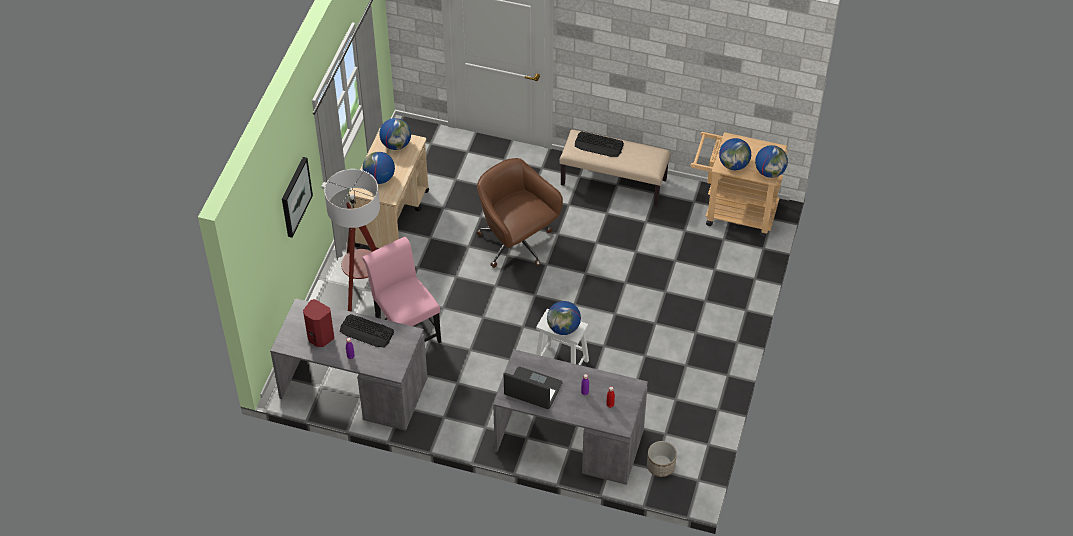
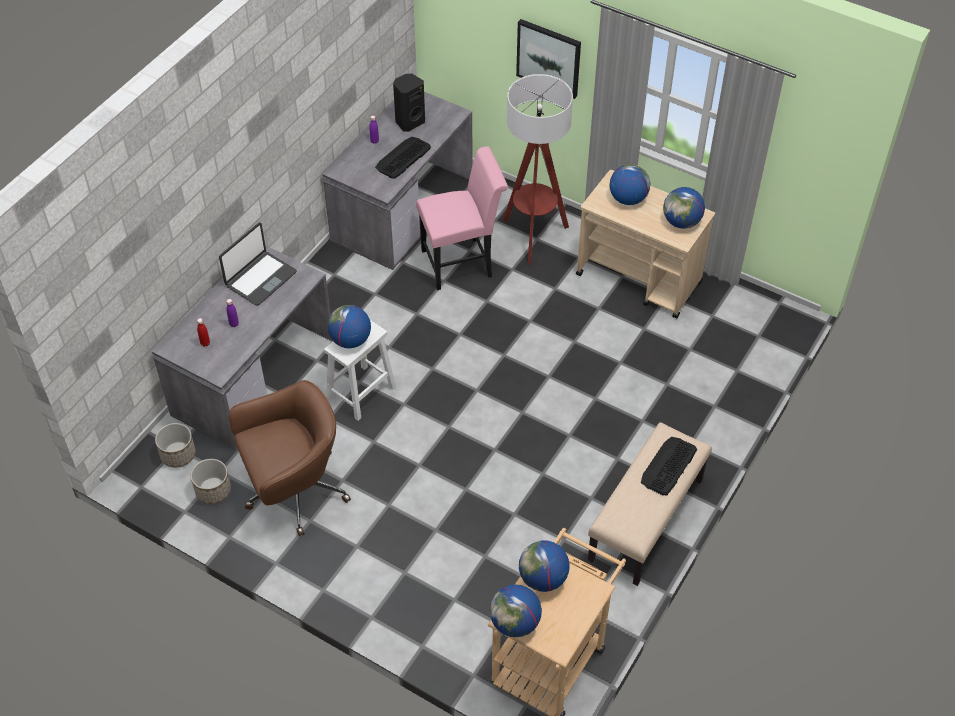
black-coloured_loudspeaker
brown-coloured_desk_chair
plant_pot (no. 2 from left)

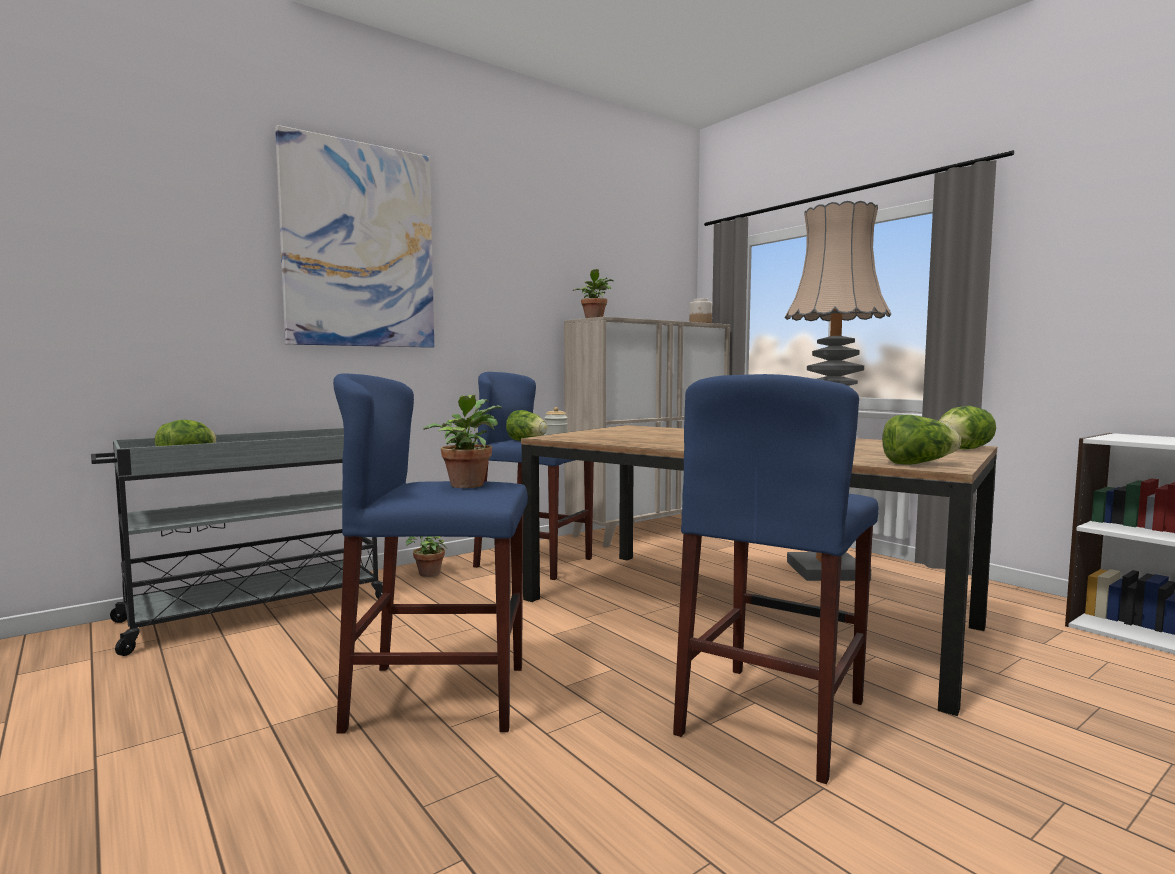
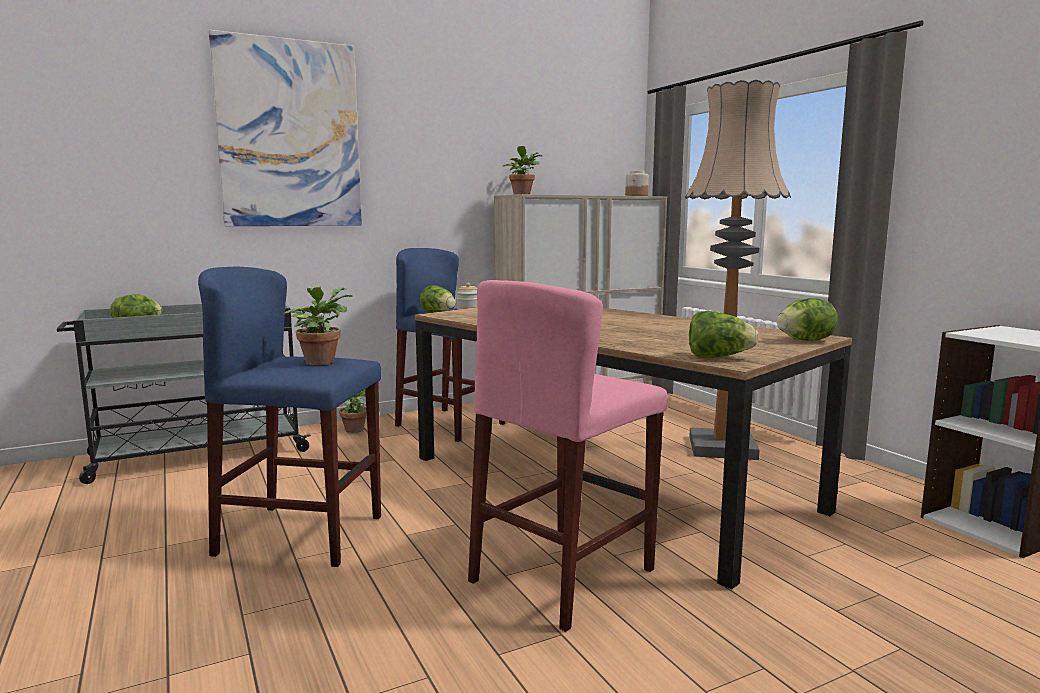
pinkish_stool

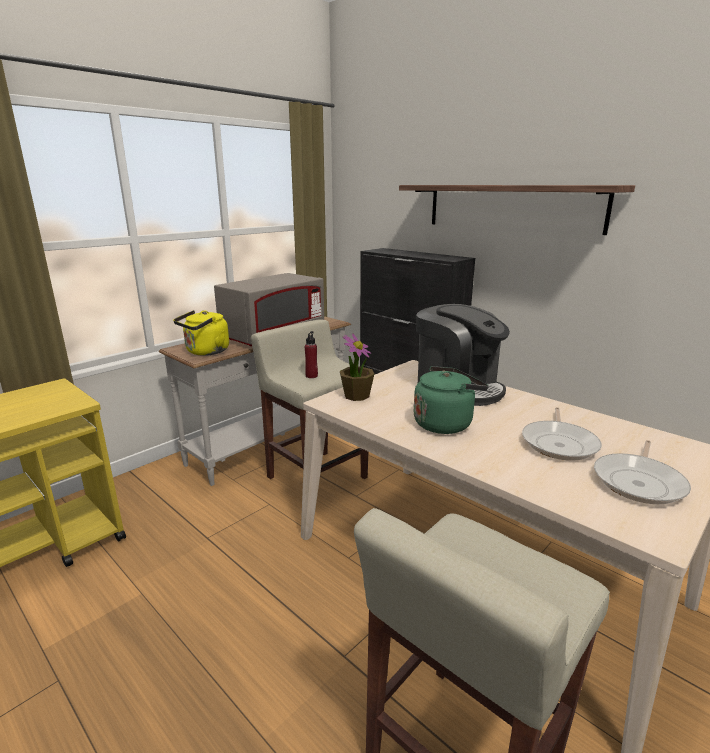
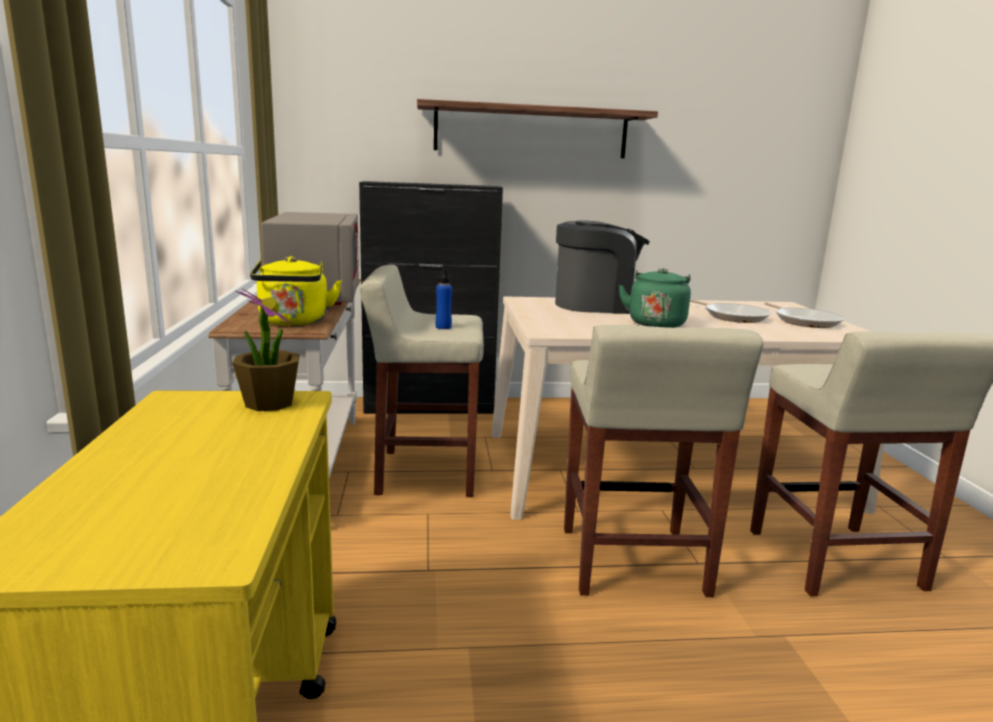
blue_beverage_bottle
plant_in_a_pot
beige-coloured_stool (no. 2 from left)

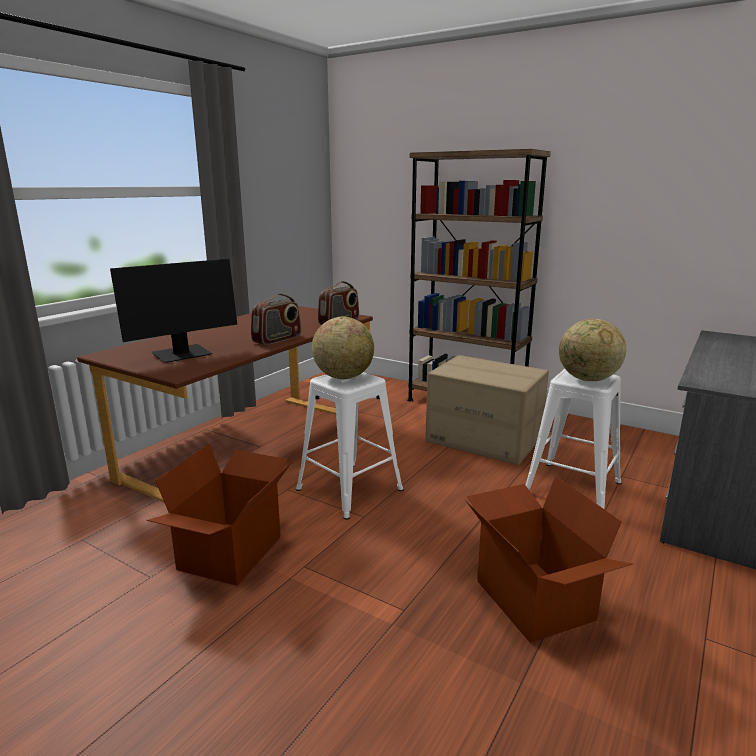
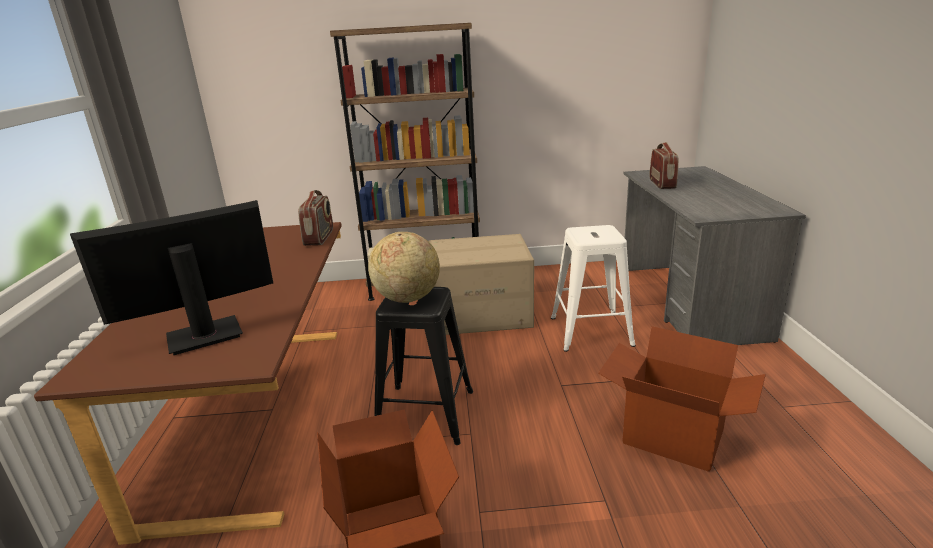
computer_display
radio_set (no. 2 from left)
black-coloured_stool
world_globe (no. 2 from left in the first image)

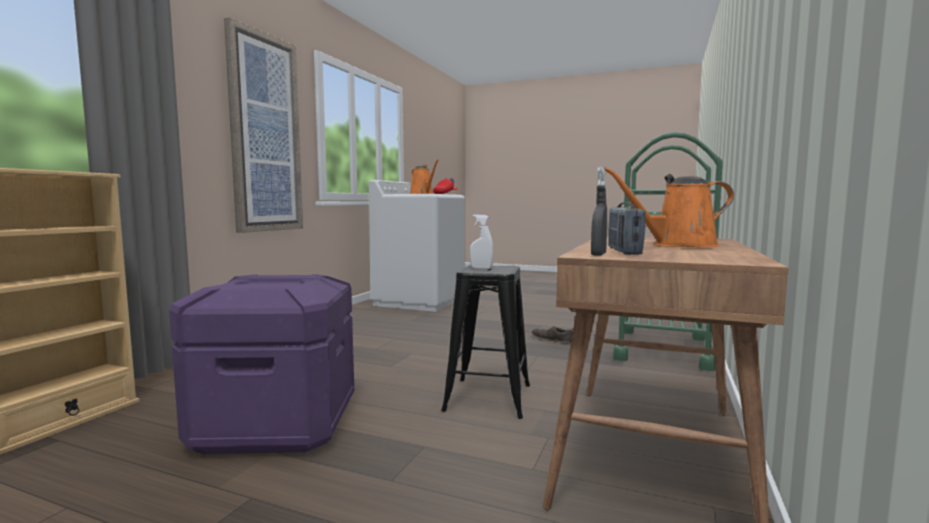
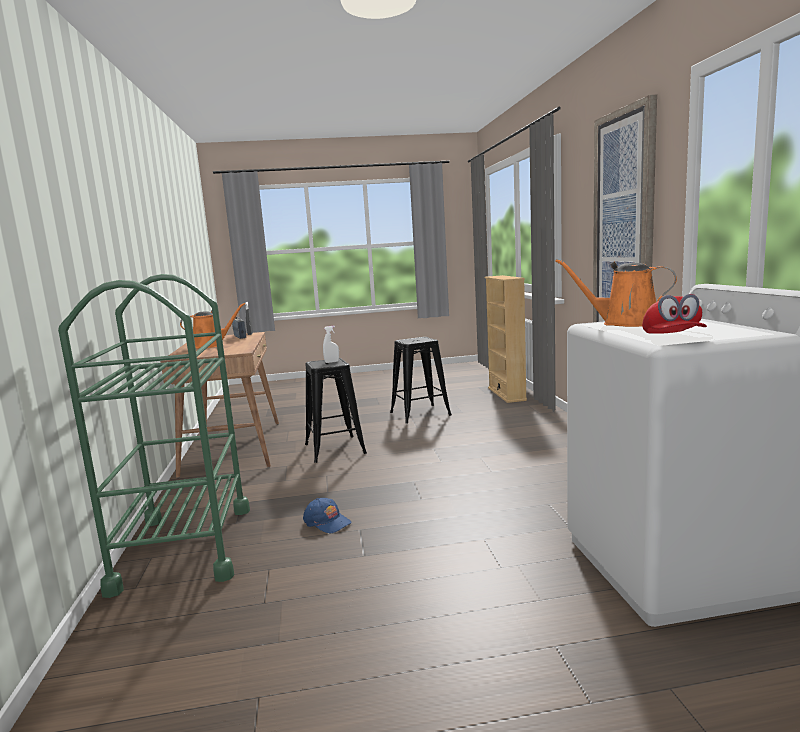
black-coloured_stool (no. 2 from left)
blue_cap

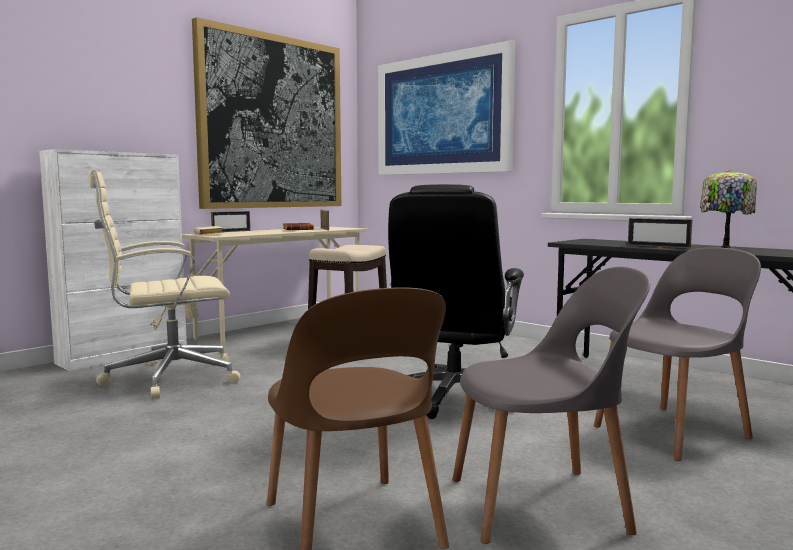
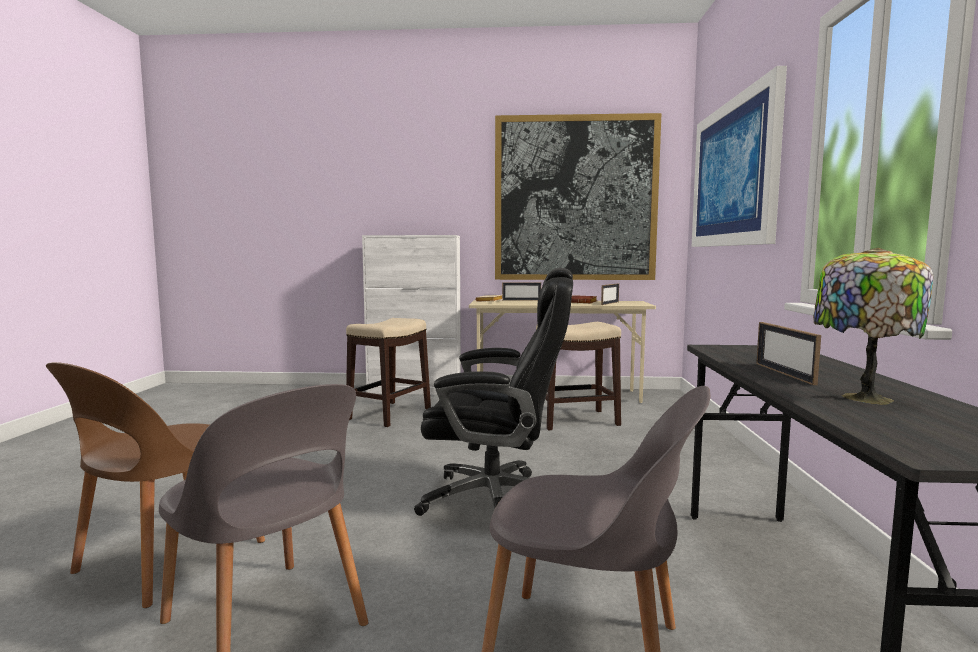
stool (no. 1 from left)
black-coloured_desk_chair

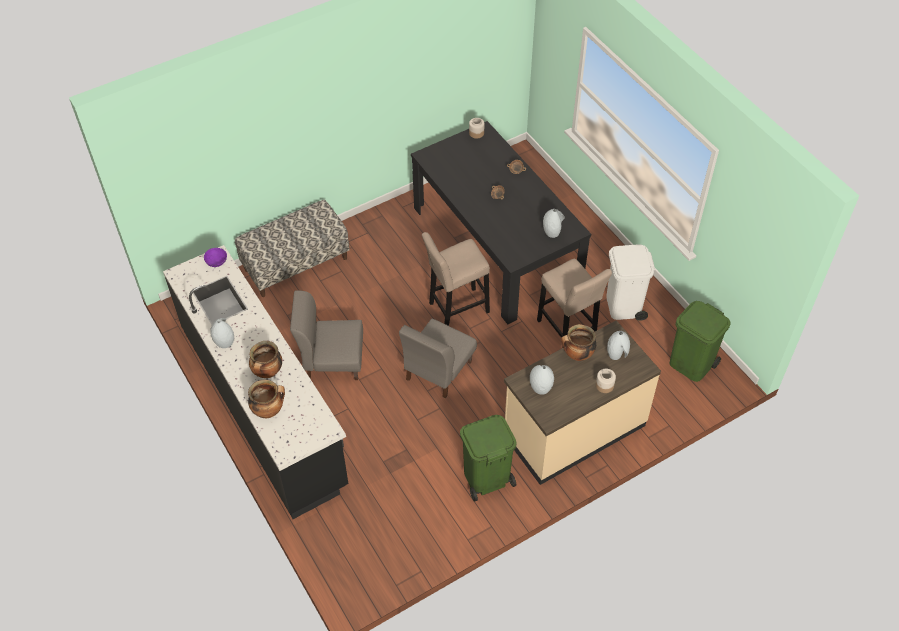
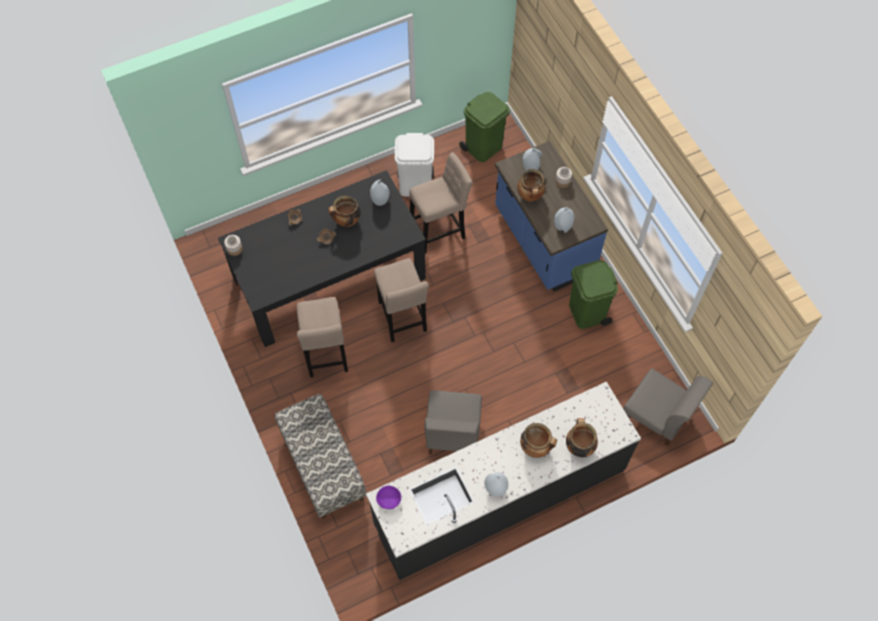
grey_chair (no. 2 from left)
blue_kitchen_counter
beige-coloured_stool (no. 1 from left)
stockpot (no. 1 from left)

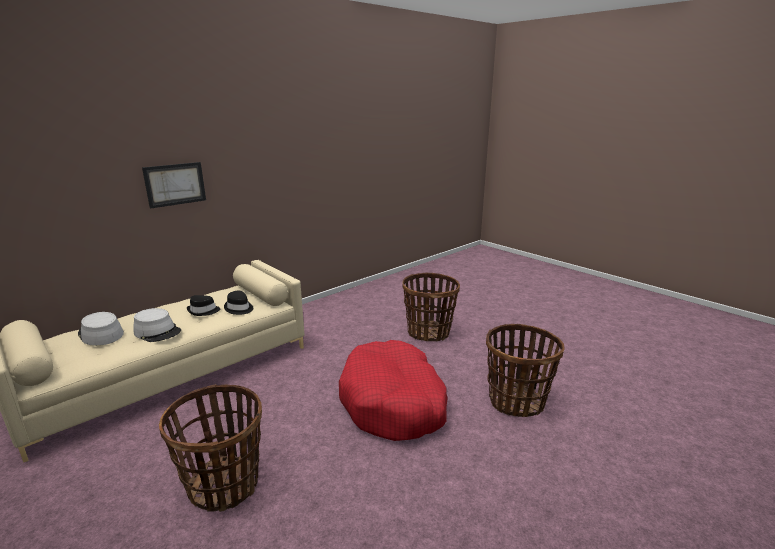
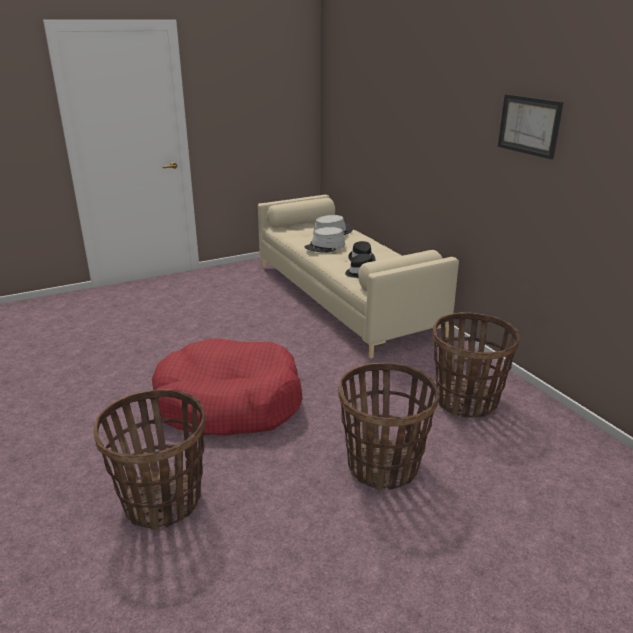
wall_art
household_basket (no. 3 from left)

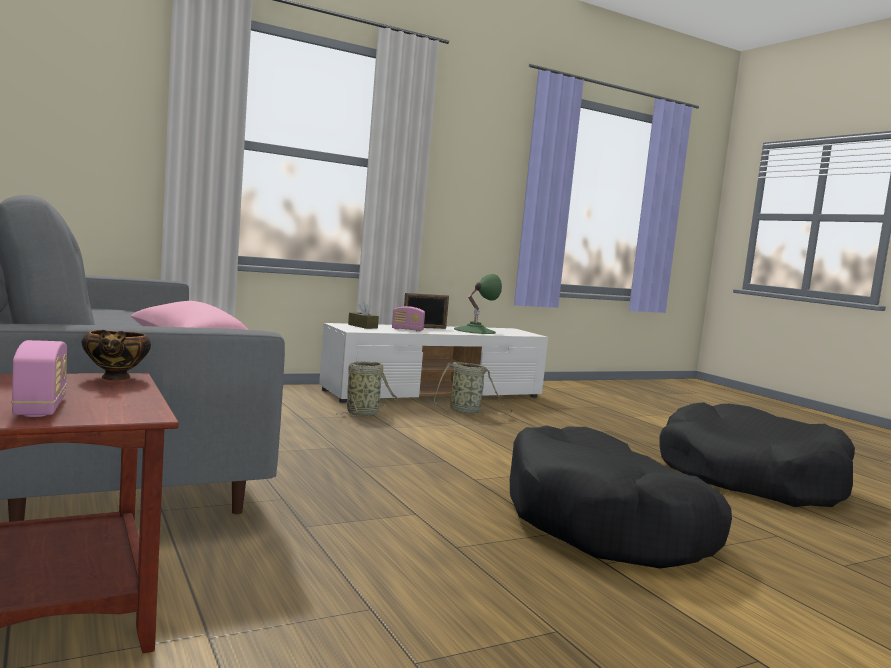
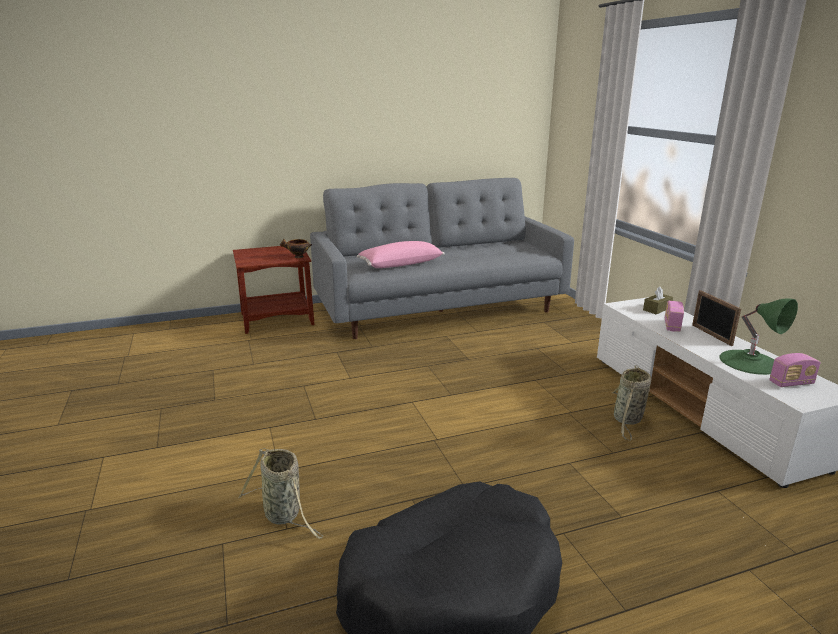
radio_set (no. 2 from left)
household_basket (no. 1 from left)
black-coloured_pet_bed (no. 1 from left in the first image)

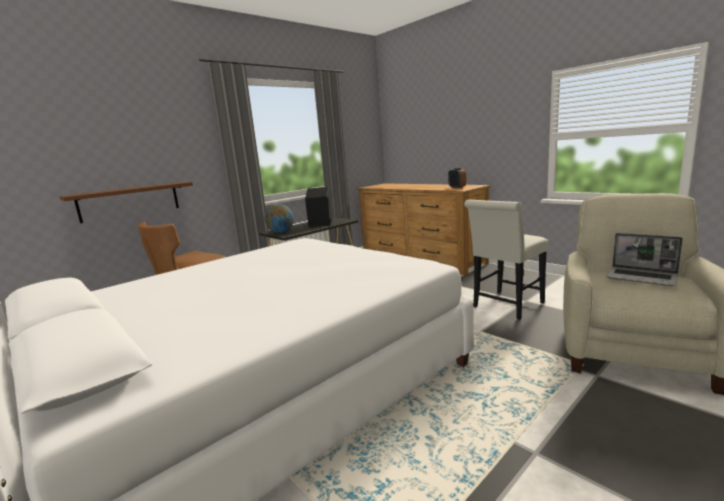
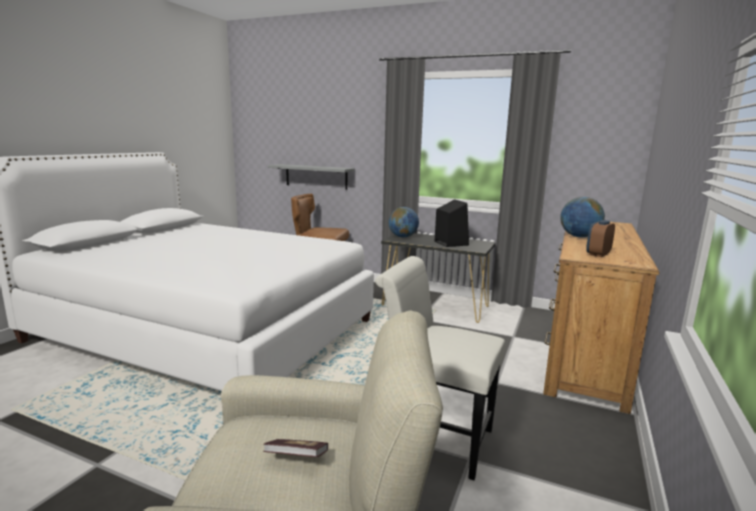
grey_wall_shelf
bound_book
world_globe (no. 2 from left)

